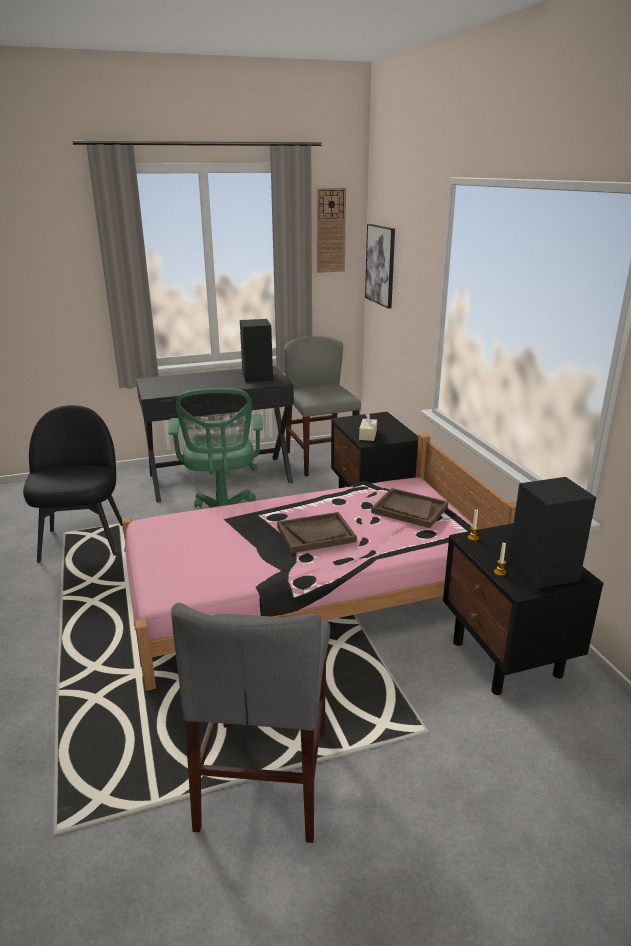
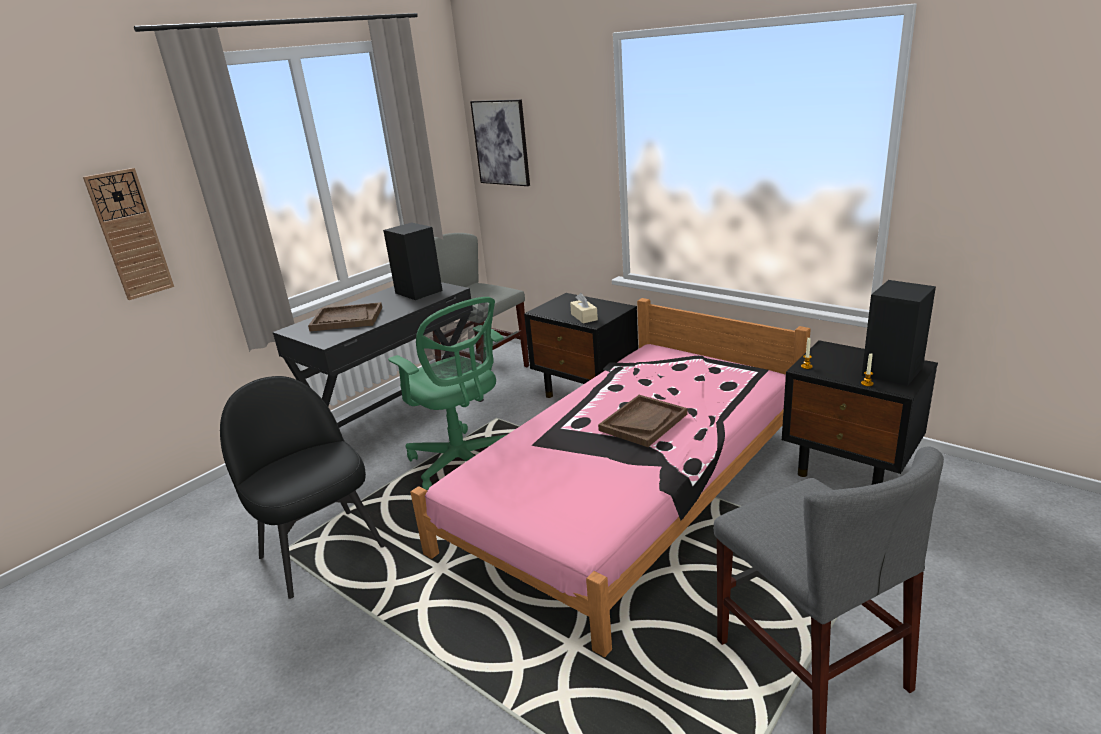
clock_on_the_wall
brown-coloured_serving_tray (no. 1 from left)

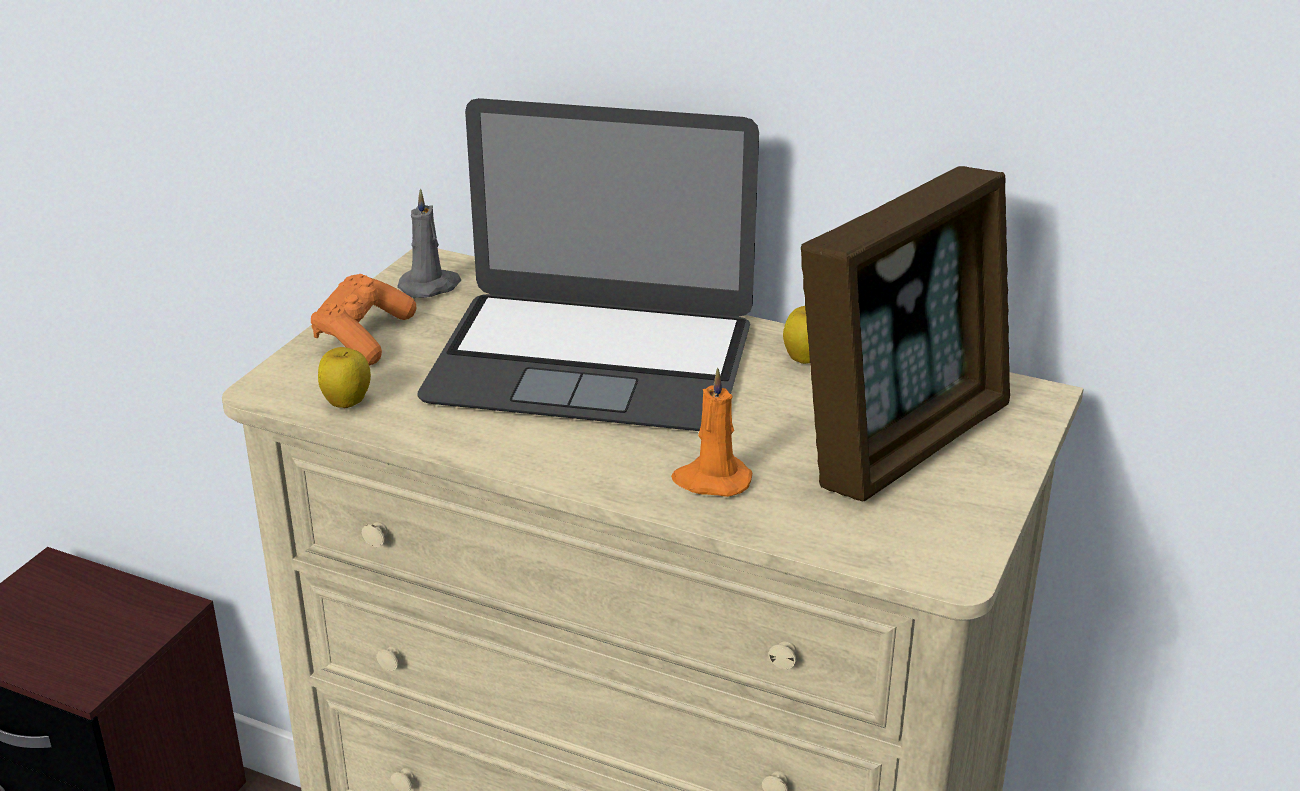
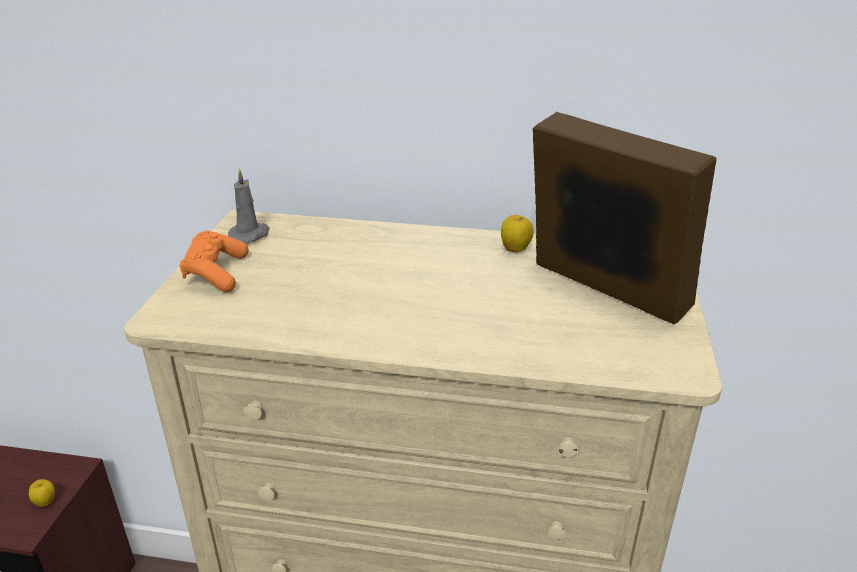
whole_apple (no. 1 from left)
portable_computer
orange_candle
photo_frame

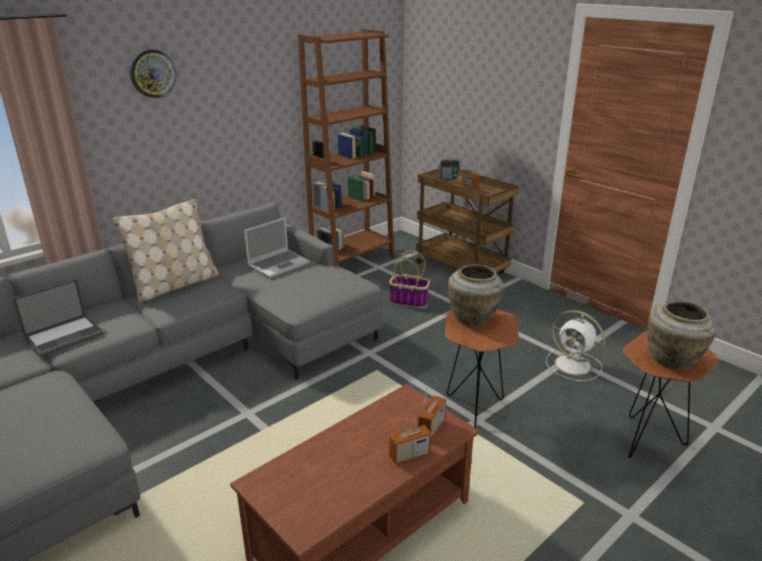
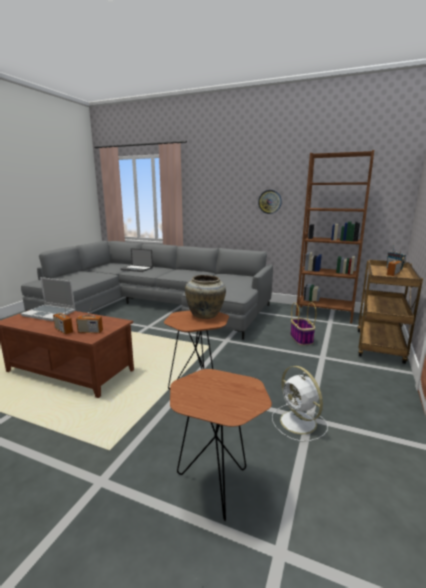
beige-coloured_cushion
clock_on_the_wall
portable_computer (no. 1 from left)
whitish_fan
beige-coloured_decorative_vase (no. 2 from left in the first image)

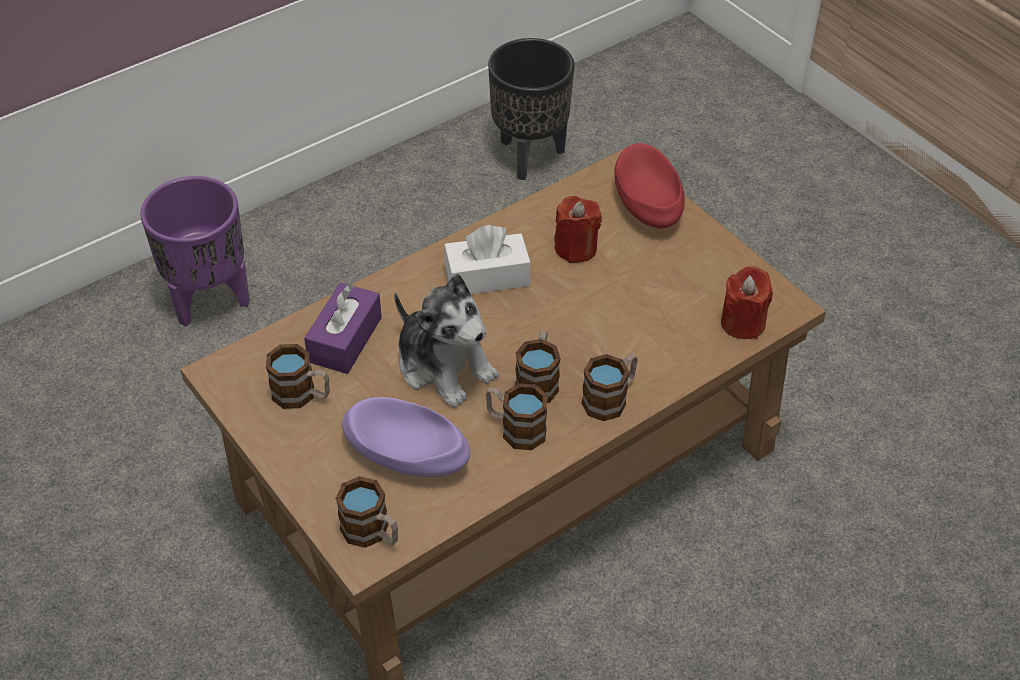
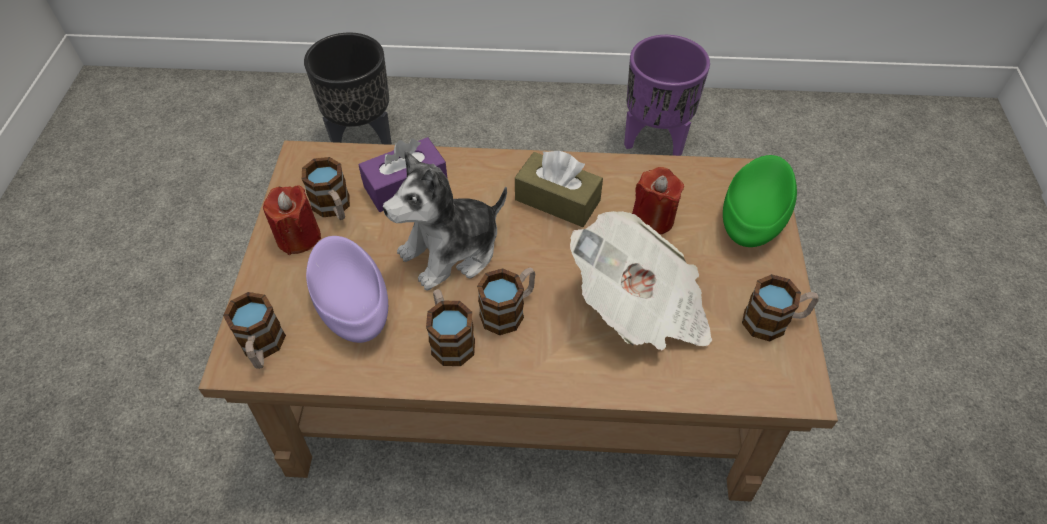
purplish_plant_pot
cuddly_toy
brown-coloured_box_of_tissues
black-coloured_plant_pot
tea_mug (no. 5 from left)
green_bowl
red-coloured_candle (no. 1 from left)
newspaper

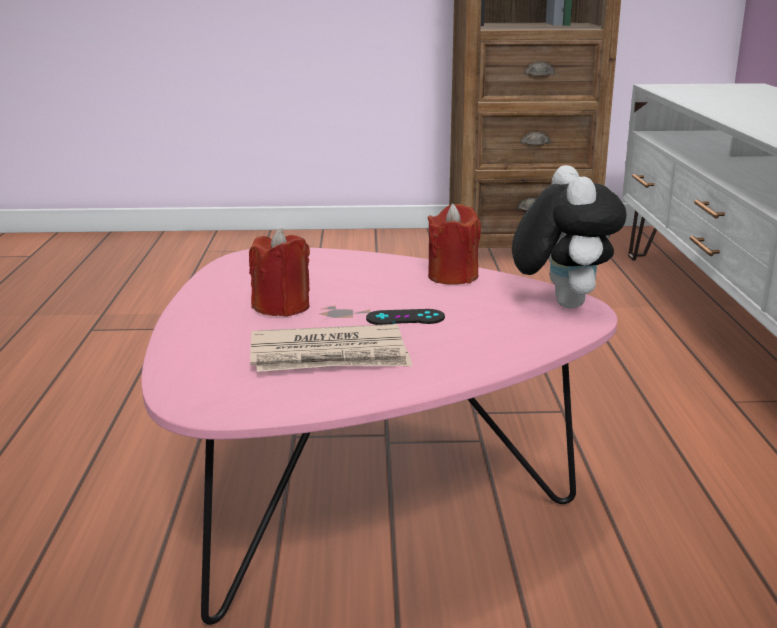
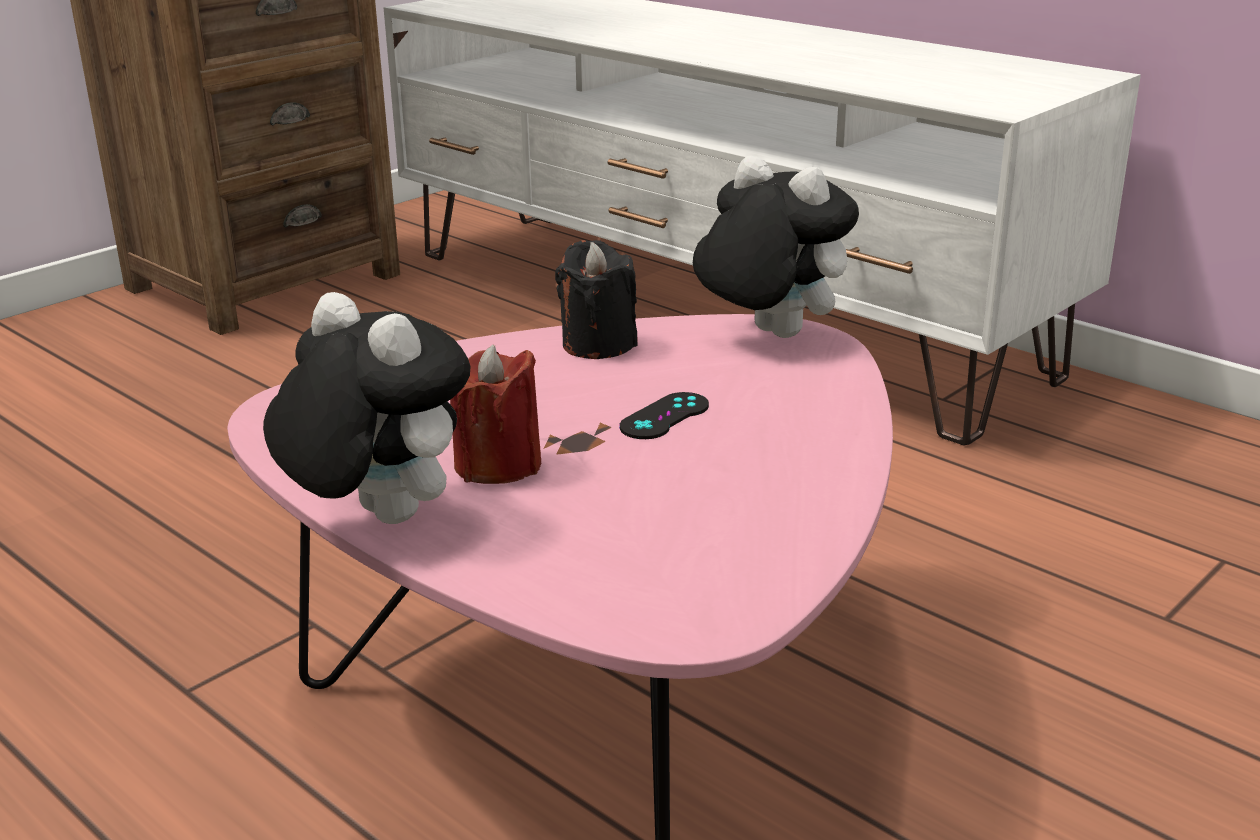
newspaper
black-coloured_candle
cuddly_toy (no. 1 from left)

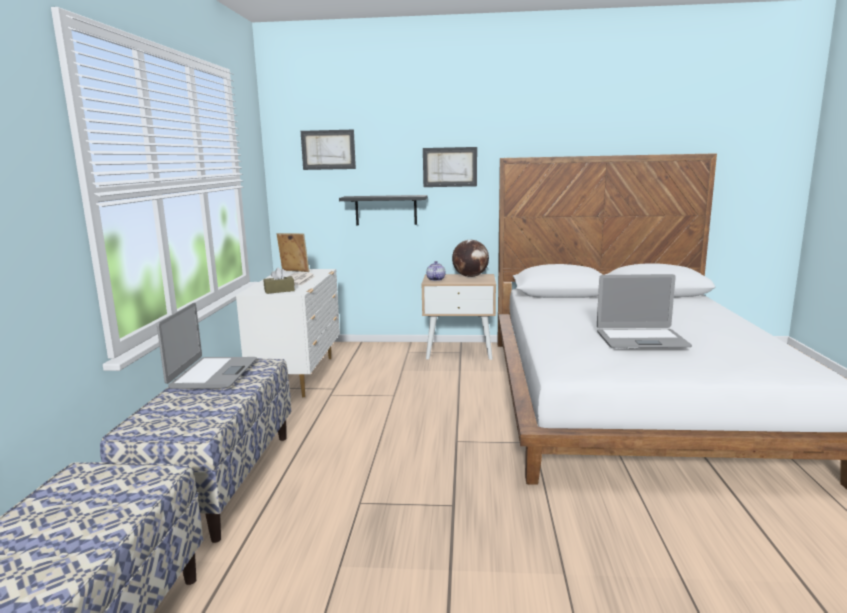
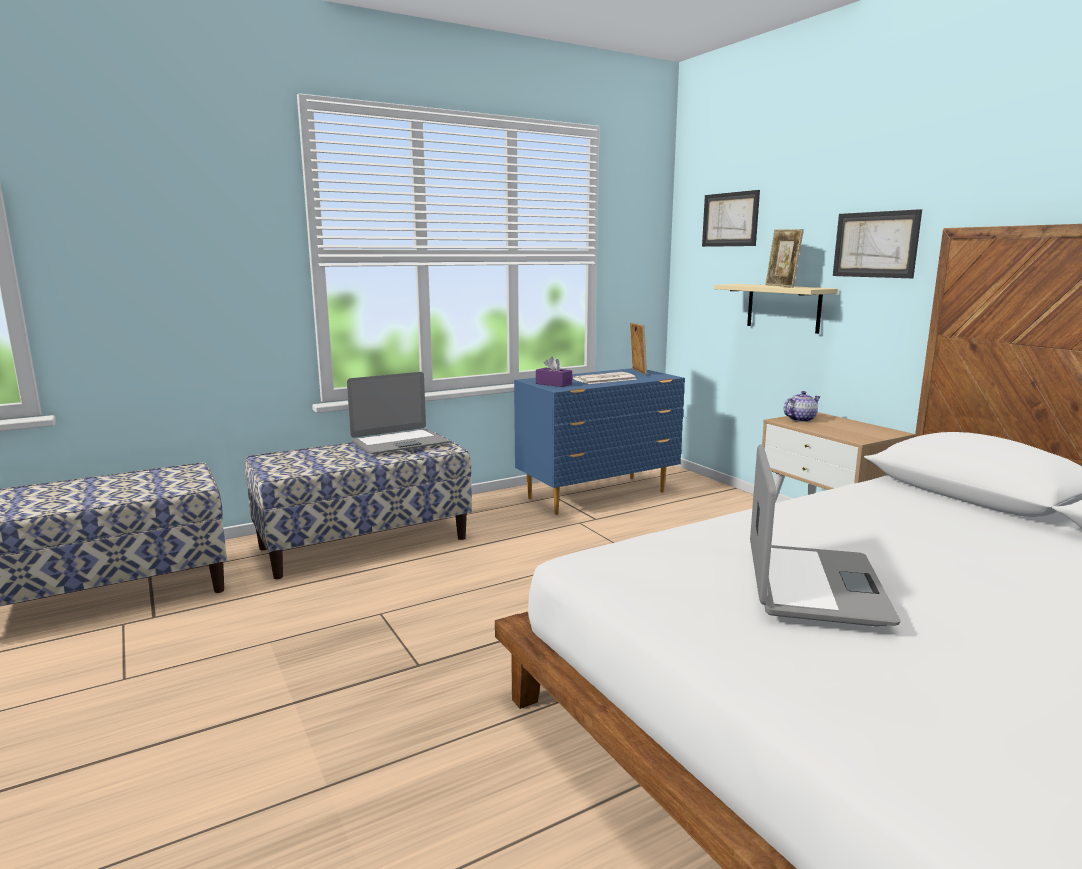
blue_chest_of_drawers
purplish_box_of_tissues
beige-coloured_wall_shelf
world_globe
portable_computer (no. 2 from left)
photo_frame (no. 2 from left)

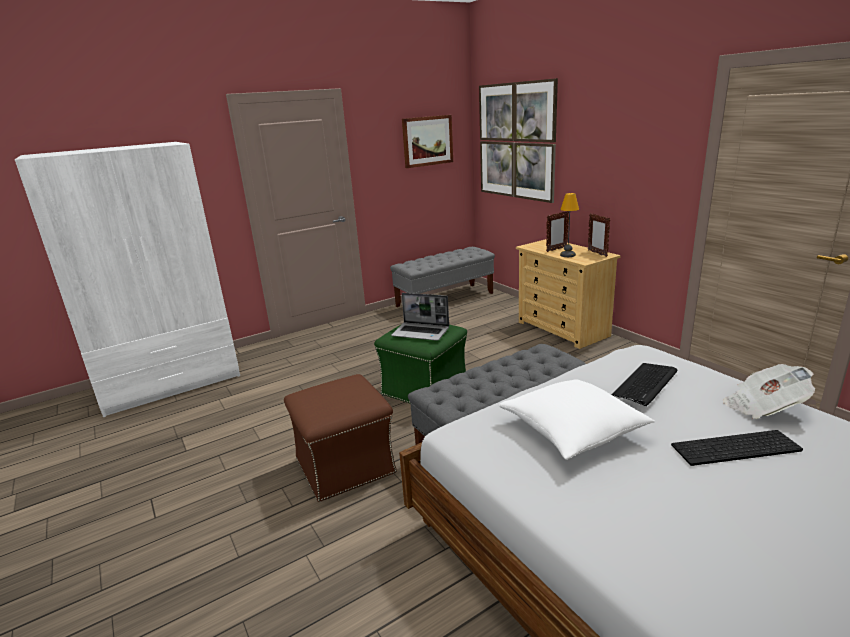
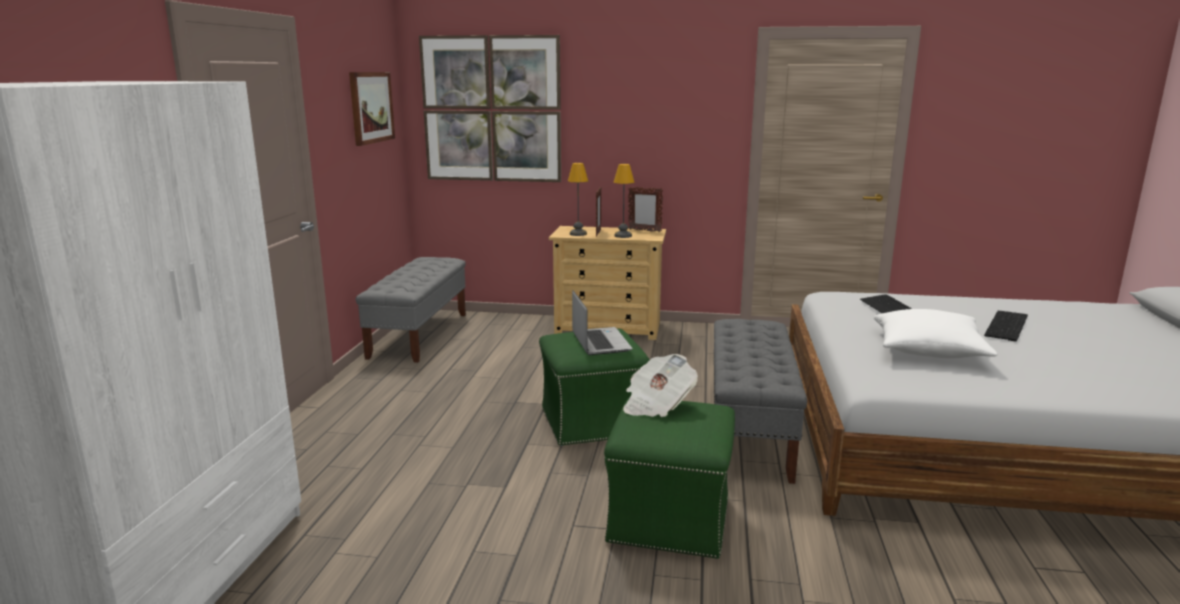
green_ottoman (no. 2 from left)
portable_computer
newspaper
table_lamp (no. 1 from left)

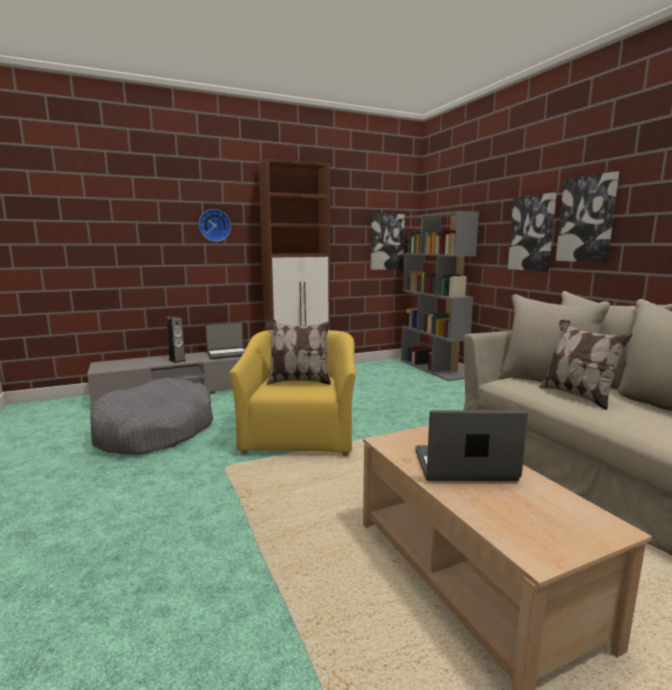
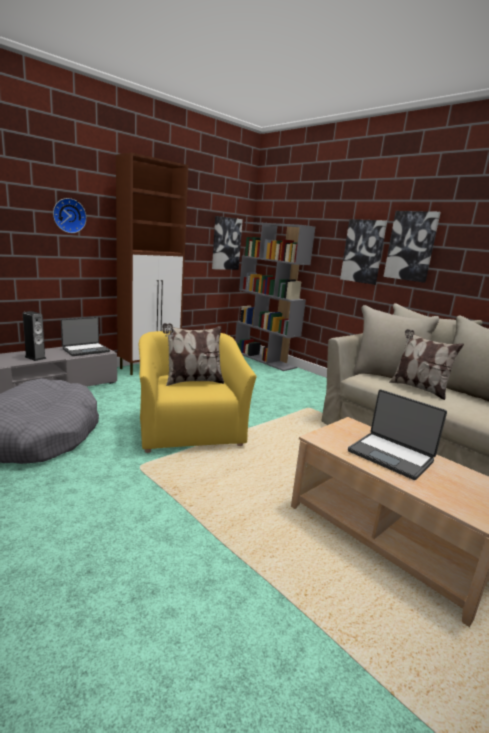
portable_computer (no. 2 from left)

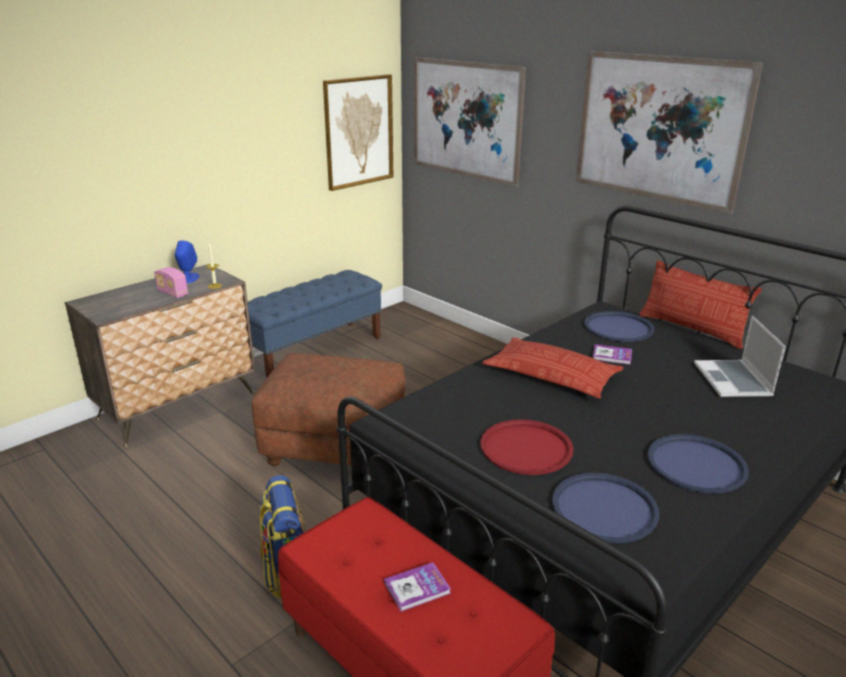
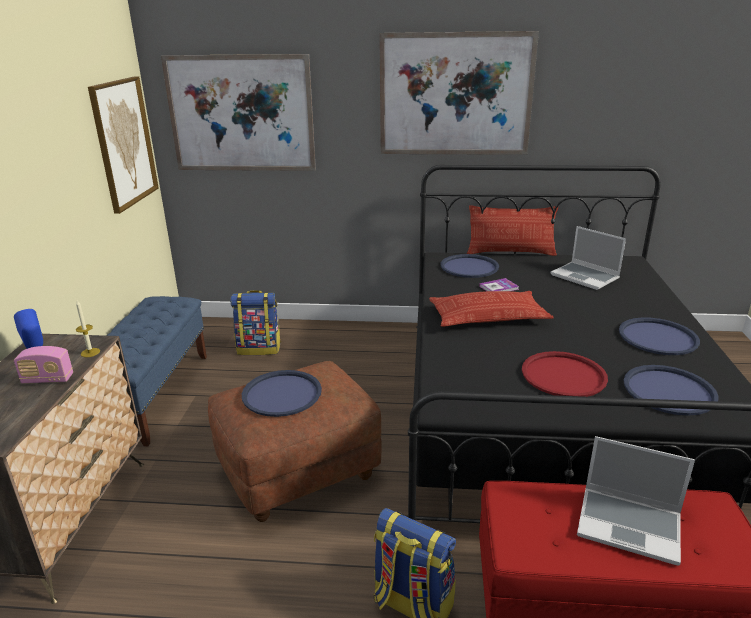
portable_computer (no. 2 from left)
rucksack (no. 1 from left)
blue_serving_tray (no. 1 from left)

